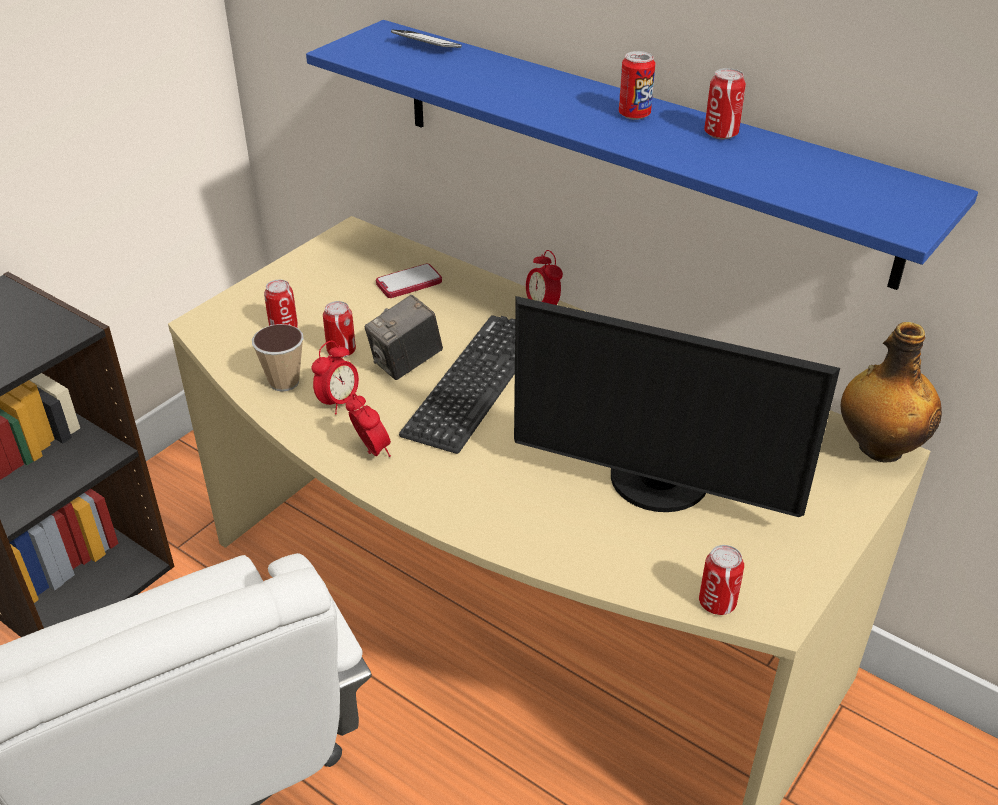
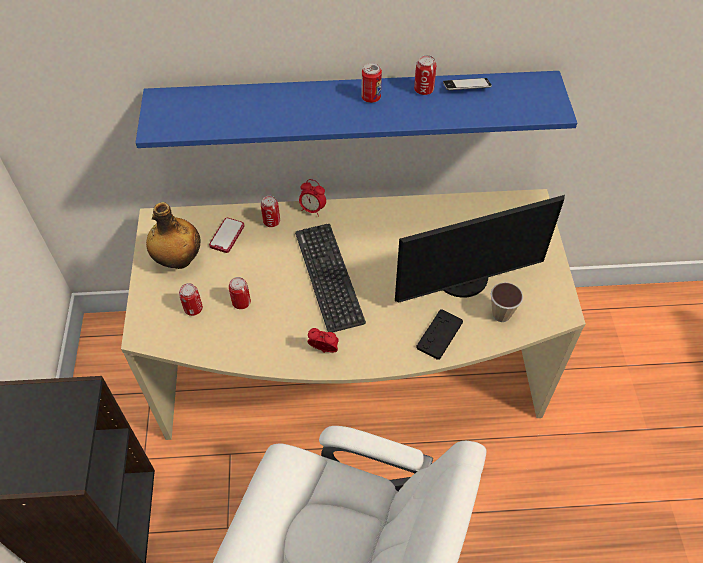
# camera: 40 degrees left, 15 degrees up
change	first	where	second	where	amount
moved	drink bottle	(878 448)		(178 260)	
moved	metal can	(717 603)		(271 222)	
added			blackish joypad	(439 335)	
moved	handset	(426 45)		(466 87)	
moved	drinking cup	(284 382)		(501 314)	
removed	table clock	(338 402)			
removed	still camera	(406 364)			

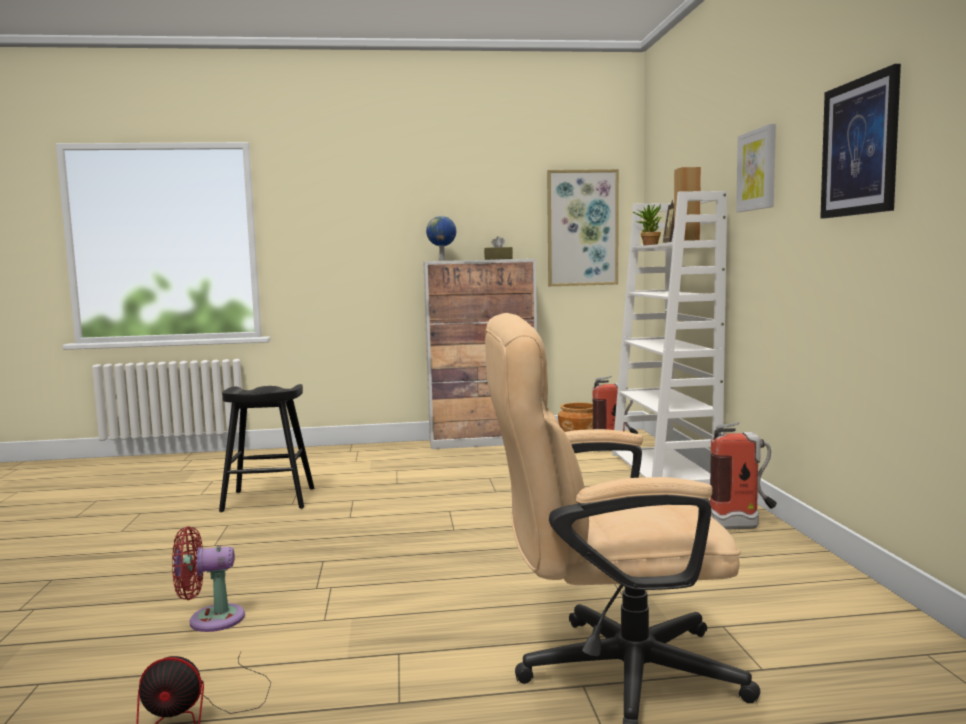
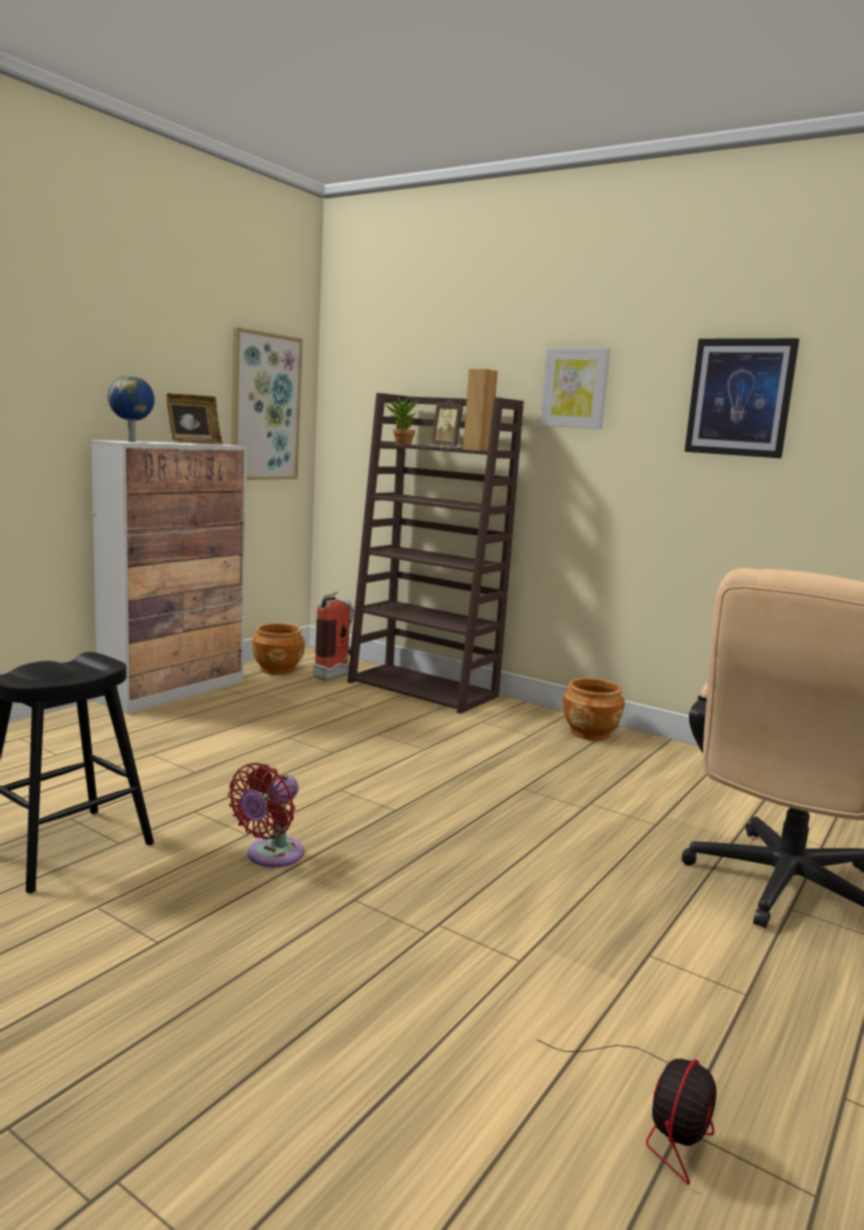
# camera: 50 degrees left, 5 degrees up
change	first	where	second	where	amount
replaced	brownish tissue holder	(498 259)	standing frame	(193 443)	
moved	red-coloured cooling fan	(210 619)		(271 856)	
recoloured	white-coloured bookshelf	(664 469)	brownish bookshelf	(424 689)	
replaced	fire extinguisher	(742 526)	brownish plant pot	(590 733)	

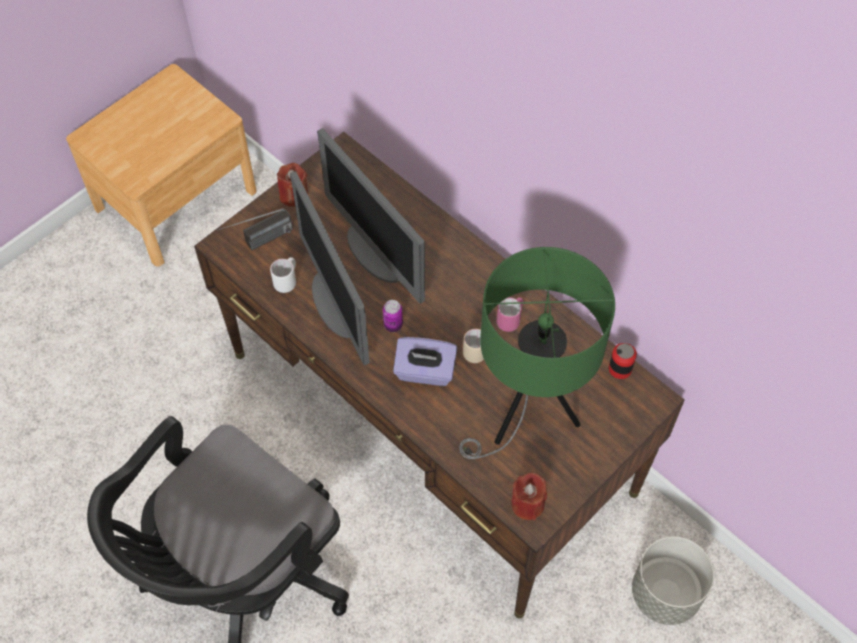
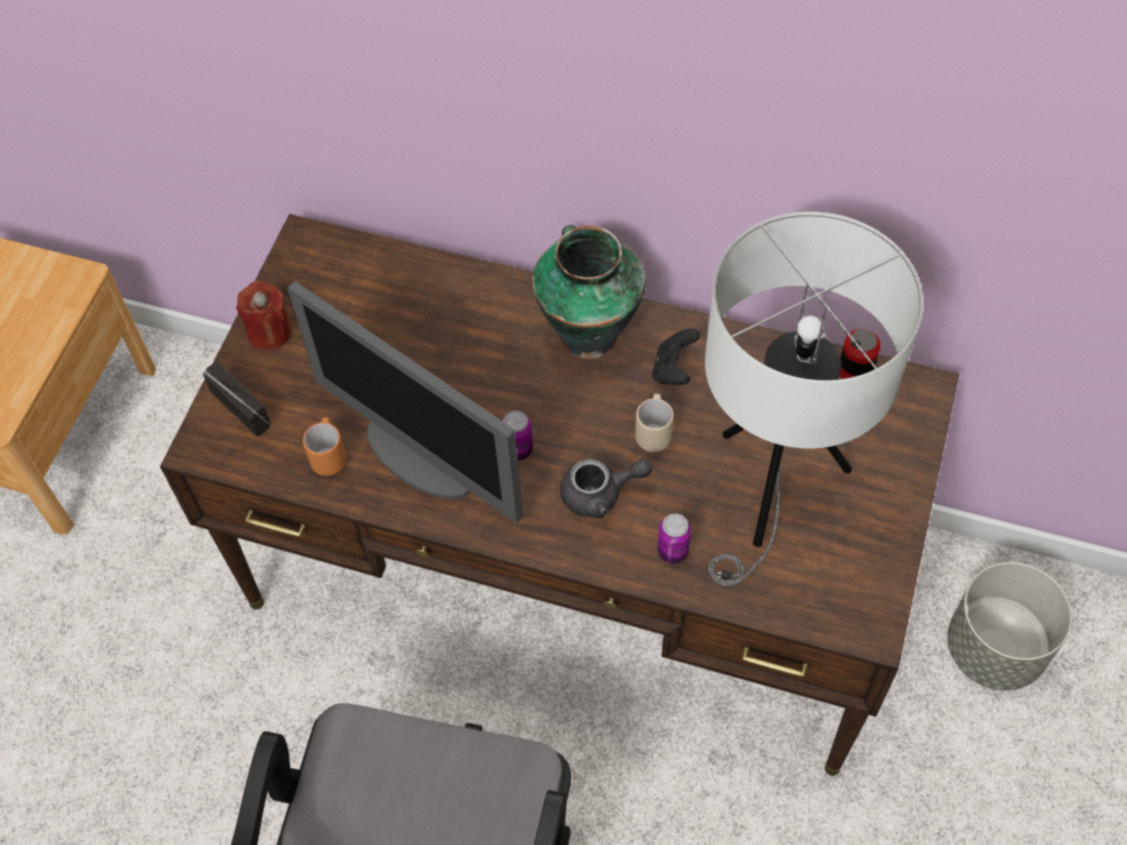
# camera: 25 degrees left, 0 degrees up
change	first	where	second	where	amount
turned	radio receiver	(258 242)		(255 420)	75 degrees counterclockwise
recoloured	white-coloured tea mug	(287 281)	orangey tea mug	(329 455)	
added			decorative vase	(588 331)	
replaced	purplish tissue holder	(425 372)	greyish tea pot	(601 494)	
replaced	pink tea mug	(510 319)	blackish joypad	(674 370)	
added			metal can	(672 551)	
recoloured	green table lamp	(525 416)	white-coloured table lamp	(772 490)	
removed	monitor	(375 254)			
removed	red-coloured candle	(527 504)			

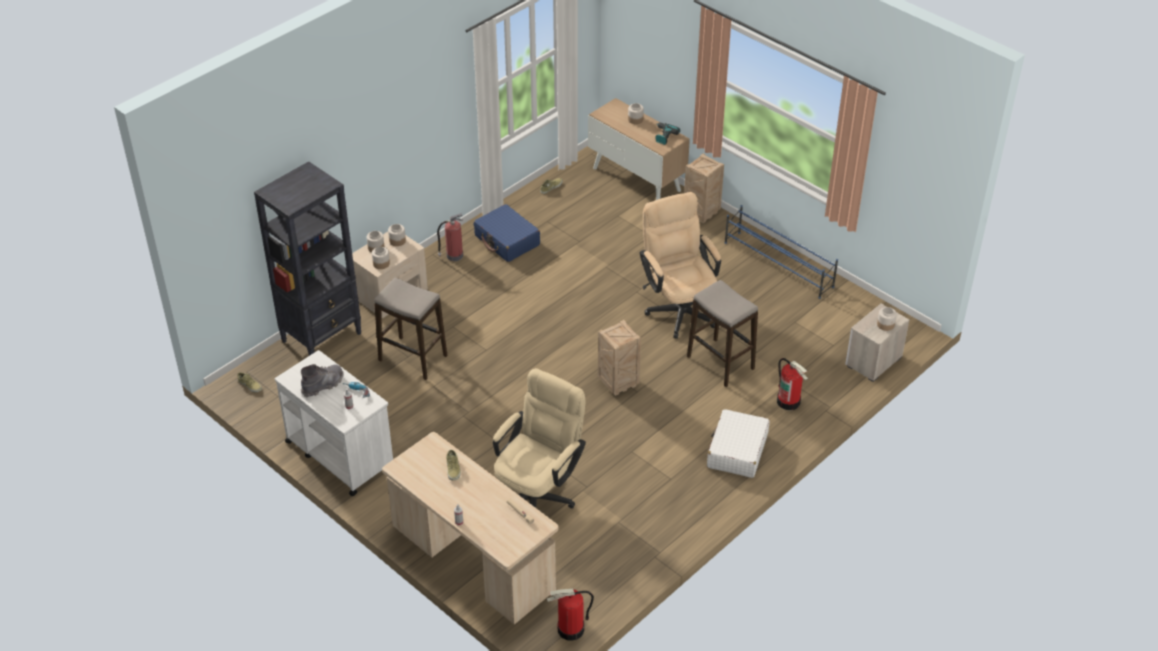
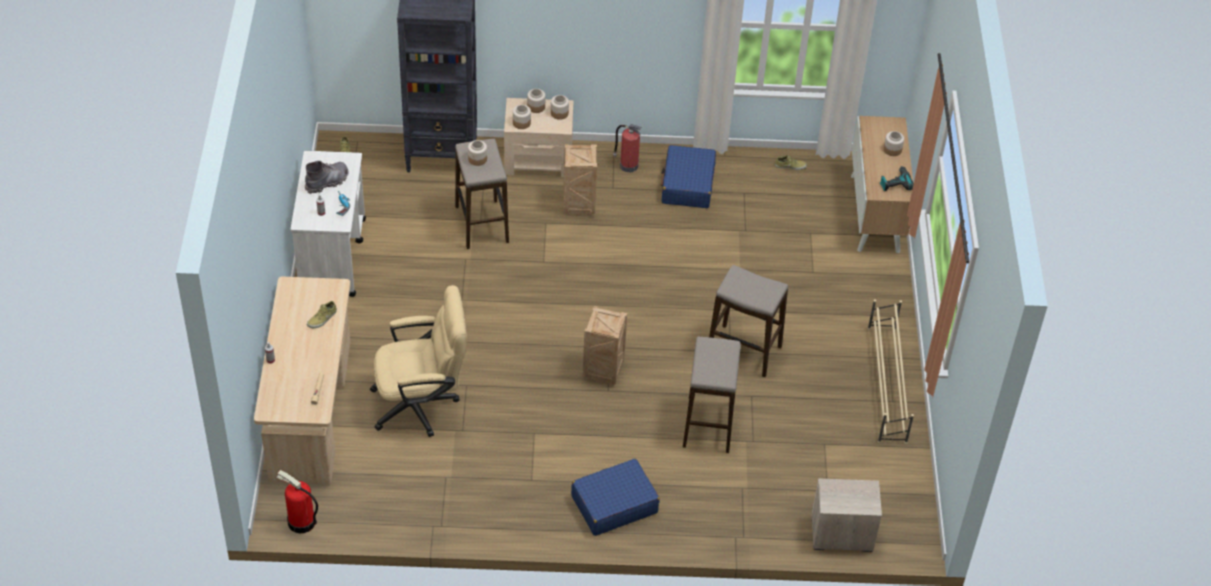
# camera: 45 degrees right, 5 degrees up
change	first	where	second	where	amount
turned	greyish boot	(323 385)		(327 182)	45 degrees counterclockwise
moved	jar	(886 325)		(477 159)	
moved	shipping crate	(701 212)		(579 205)	
recoloured	white-coloured piece of luggage	(737 451)	blue piece of luggage	(614 504)	
replaced	beige-coloured desk chair	(678 307)	stool	(743 351)	
recoloured	blue shoe rack	(778 265)	beige-coloured shoe rack	(886 385)	
removed	fire extinguisher	(789 401)			

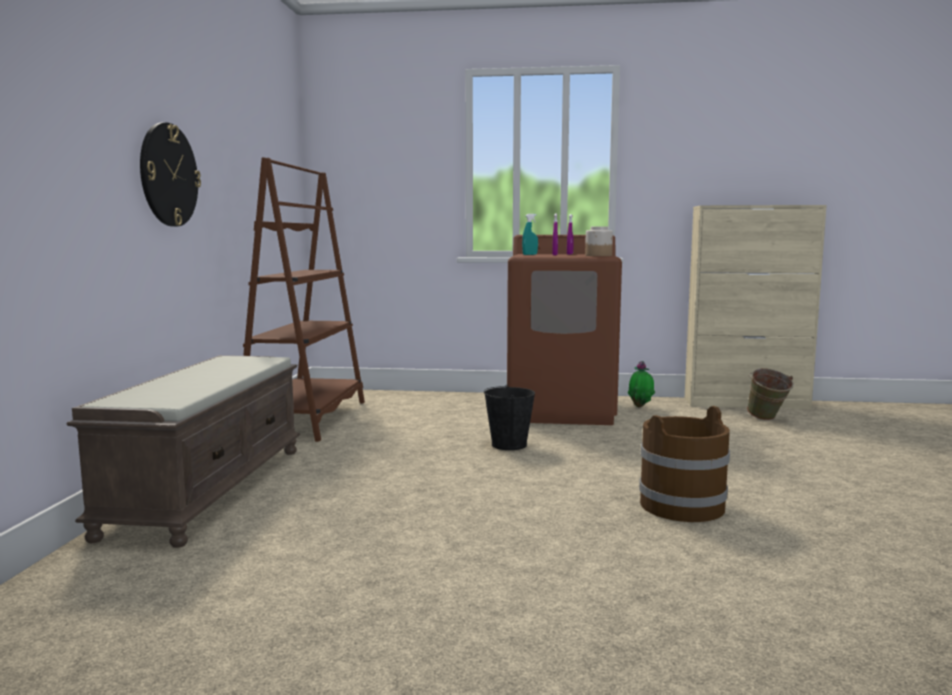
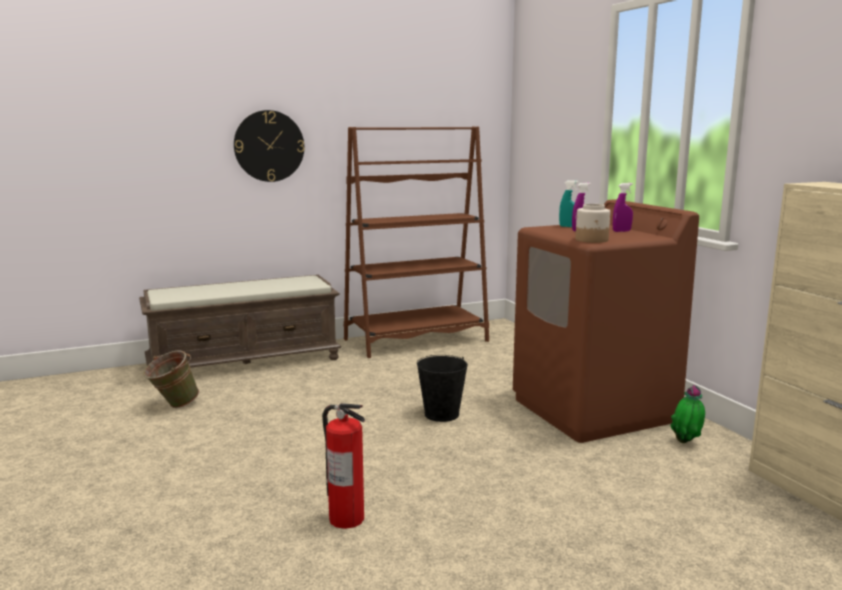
# camera: 60 degrees right, 5 degrees up
change	first	where	second	where	amount
moved	green water bucket	(766 419)		(173 406)	
replaced	brownish water bucket	(682 505)	fire extinguisher	(345 518)	

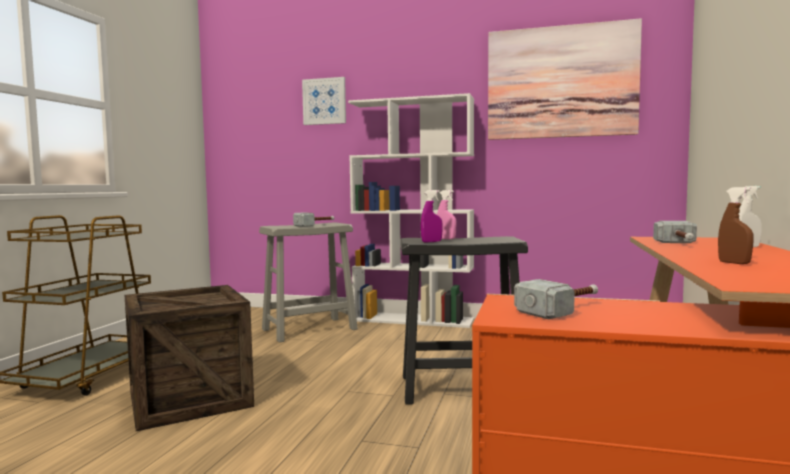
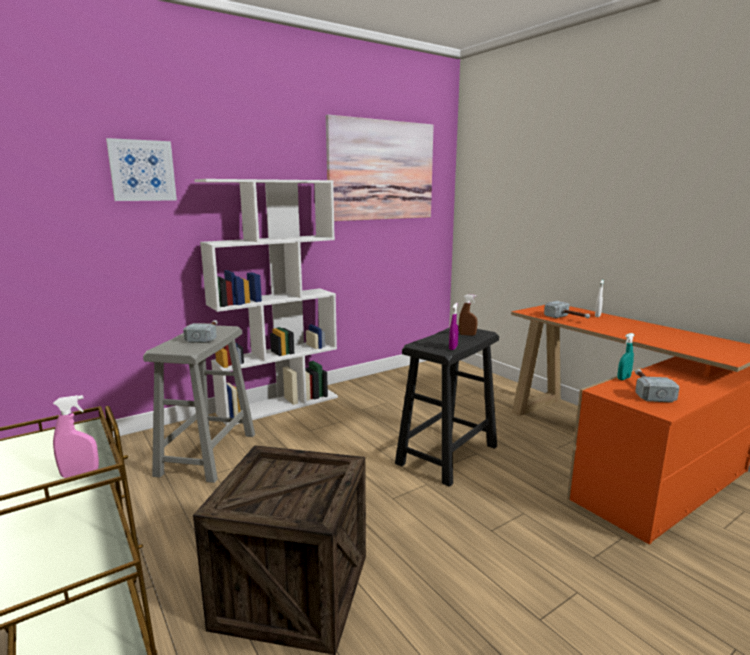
# camera: 50 degrees left, 10 degrees up
change	first	where	second	where	amount
moved	pink spray bottle	(446 239)		(80 474)	
moved	brownish spray bottle	(734 263)		(467 335)	
added			blue-green spray bottle	(623 378)	

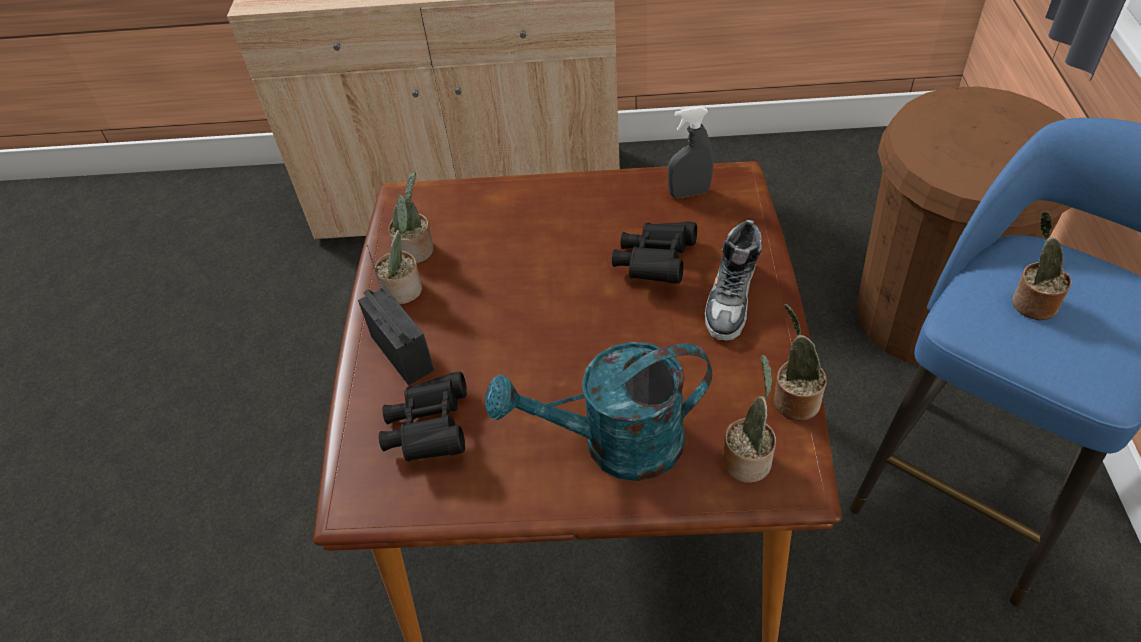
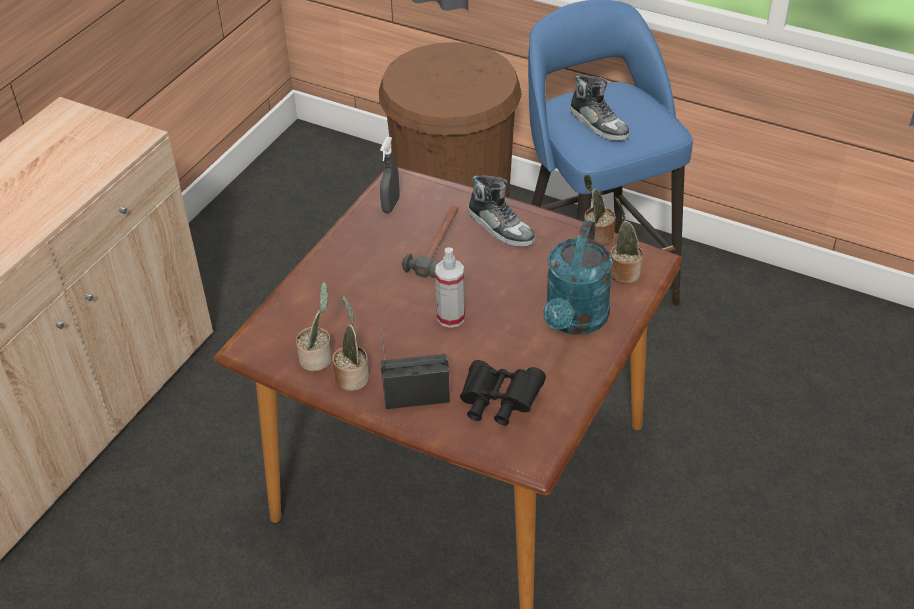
# camera: 65 degrees left, 5 degrees down
change	first	where	second	where	amount
replaced	blackish pair of binoculars	(655 264)	hand hammer	(441 246)	
added			spray bottle	(451 317)	
replaced	potted plant	(1030 303)	low shoe	(598 124)	

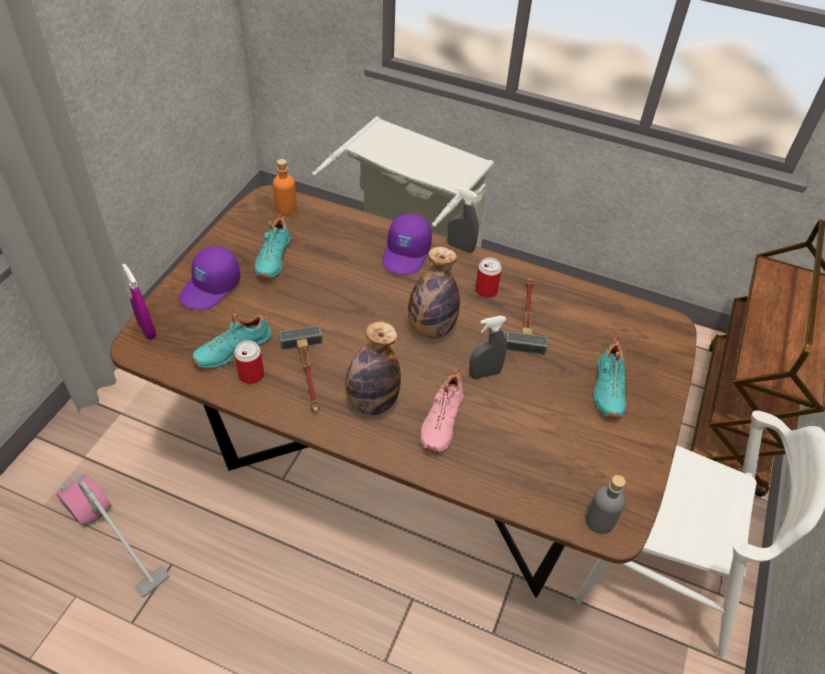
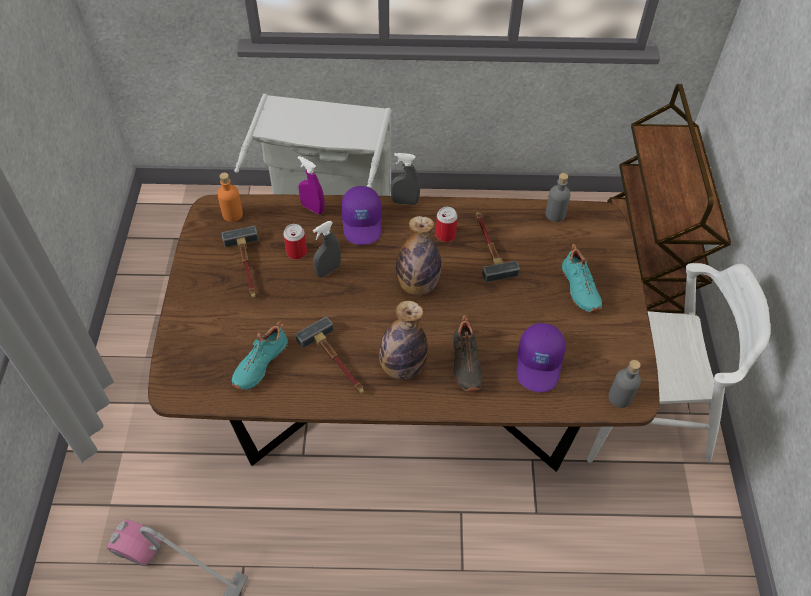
# camera: 20 degrees left, 5 degrees up
change	first	where	second	where	amount
replaced	blue-green low shoe	(272 258)	hand hammer	(247 267)	
moved	metal can	(251 375)		(296 252)	
moved	purplish spray bottle	(147 330)		(313 208)	
moved	greyish spray bottle	(484 374)		(328 270)	
recoloured	pink low shoe	(440 421)	blackish low shoe	(464 363)	
moved	purplish cap	(211 288)		(540 364)	
added			greyish drink bottle	(555 214)	

